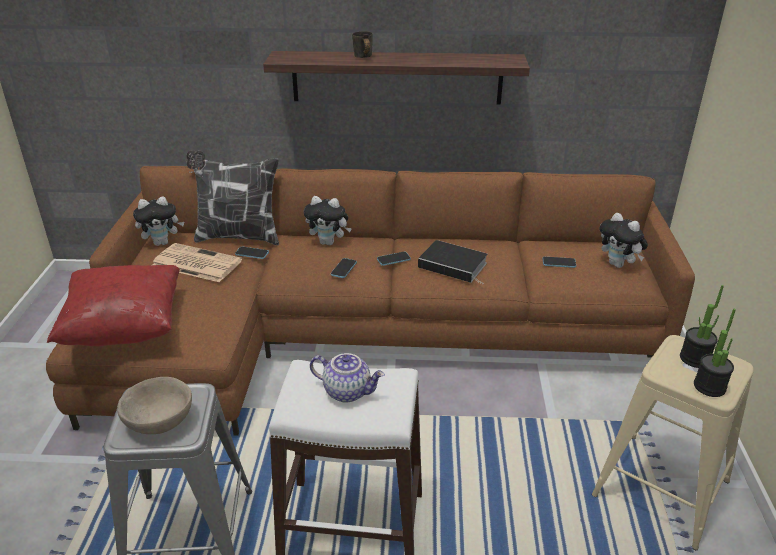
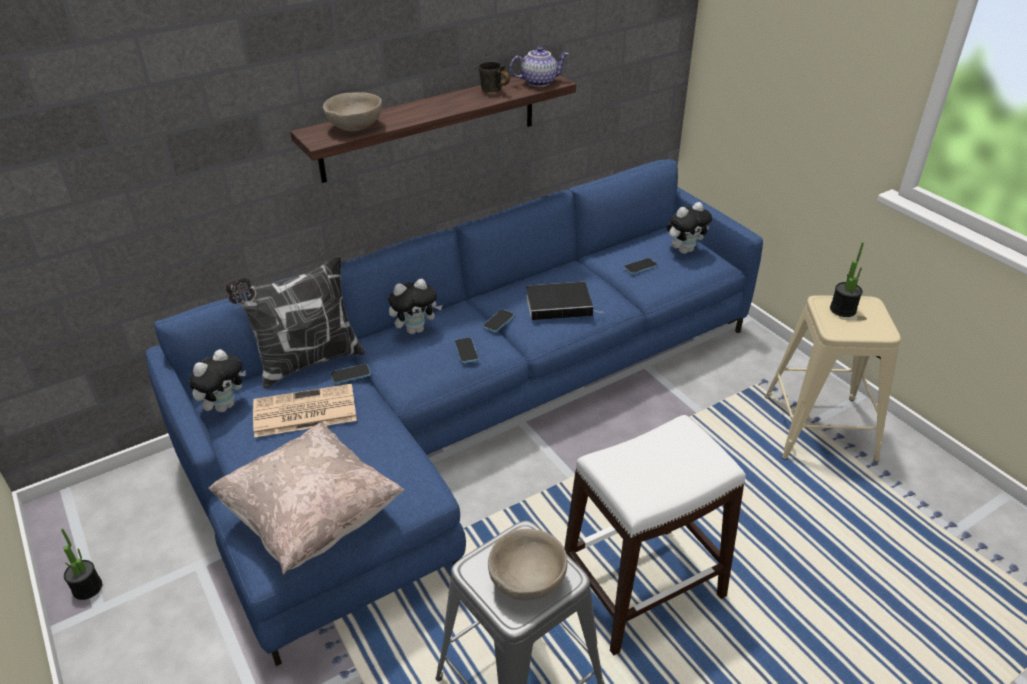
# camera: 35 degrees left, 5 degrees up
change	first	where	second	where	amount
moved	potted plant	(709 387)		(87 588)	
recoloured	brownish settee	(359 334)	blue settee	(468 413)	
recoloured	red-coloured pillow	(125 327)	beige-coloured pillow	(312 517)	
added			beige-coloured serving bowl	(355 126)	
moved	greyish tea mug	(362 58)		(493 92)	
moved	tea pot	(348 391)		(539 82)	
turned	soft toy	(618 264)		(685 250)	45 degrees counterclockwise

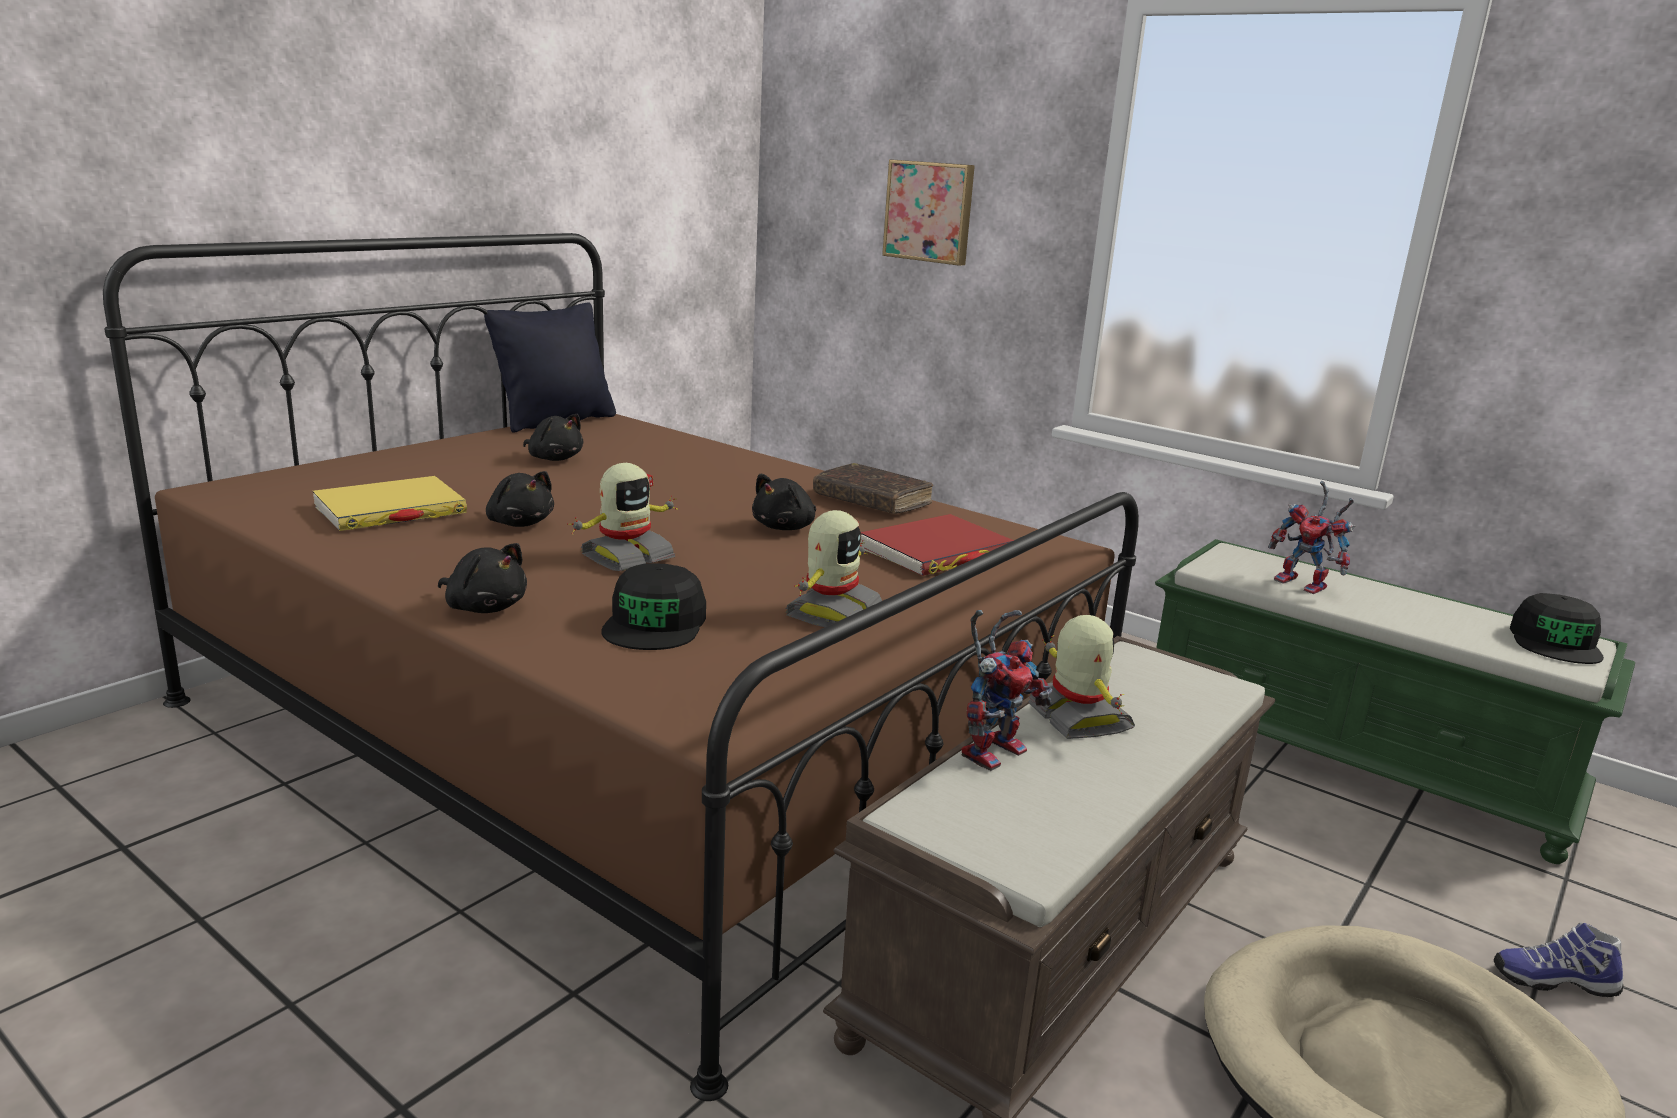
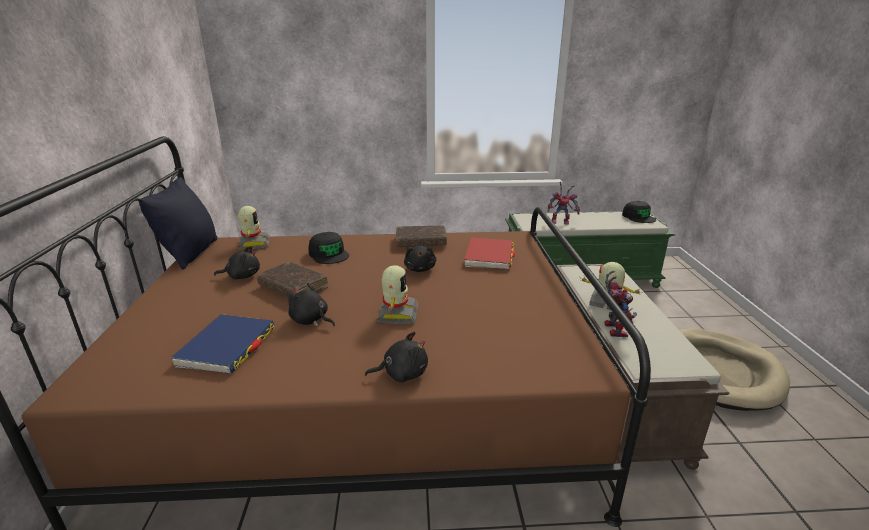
# camera: 40 degrees left, 5 degrees up
change	first	where	second	where	amount
recoloured	yellowish book	(390 511)	blue book	(227 347)	
moved	robot figure	(832 613)		(253 244)	
added			brownish book	(293 287)	
turned	blackish soft toy	(519 523)		(311 320)	150 degrees counterclockwise
moved	blackish cap	(655 624)		(329 254)	
removed	wall art	(930 211)			
removed	low shoe	(1553 980)			

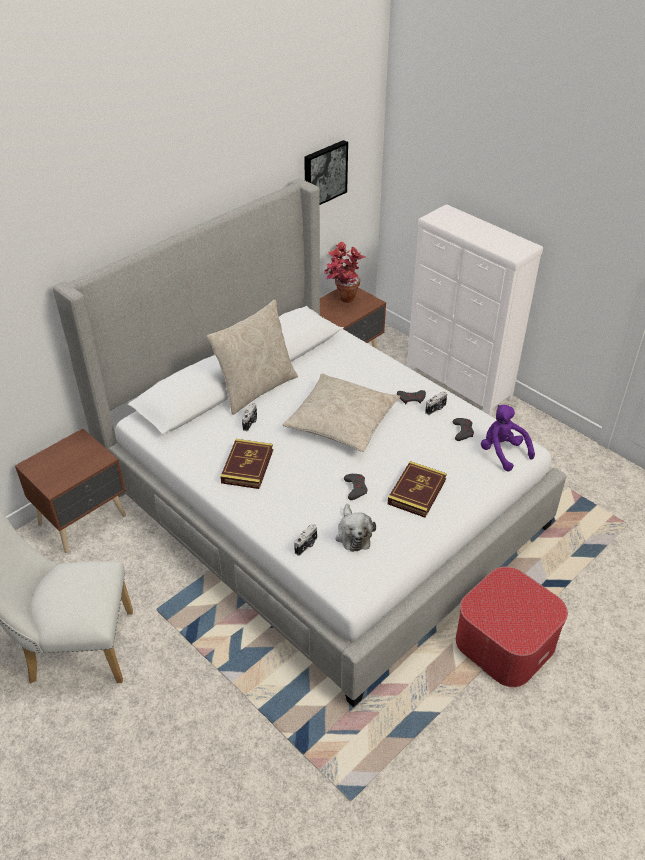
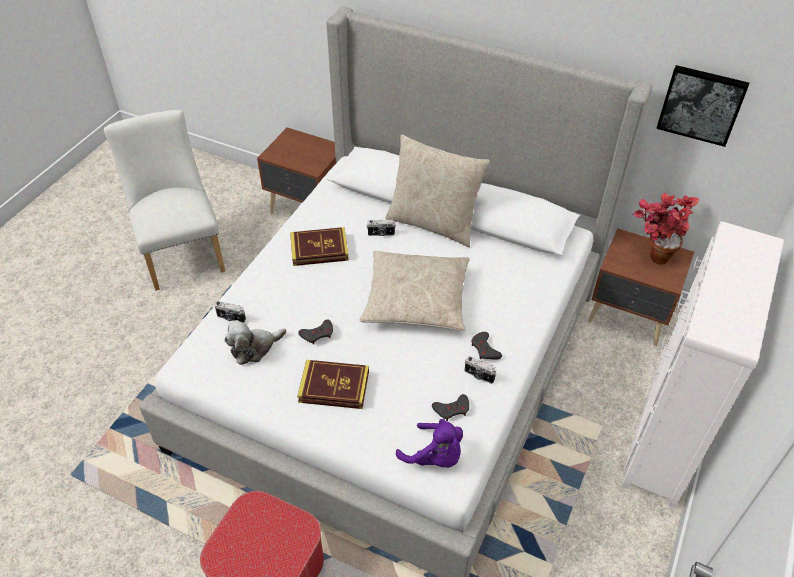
# camera: 70 degrees right, 5 degrees up
change	first	where	second	where	amount
turned	purplish soft toy	(502 452)		(434 457)	90 degrees clockwise

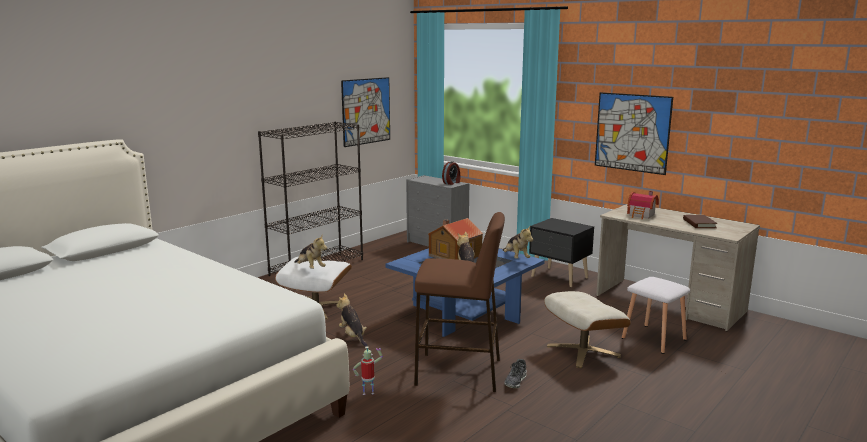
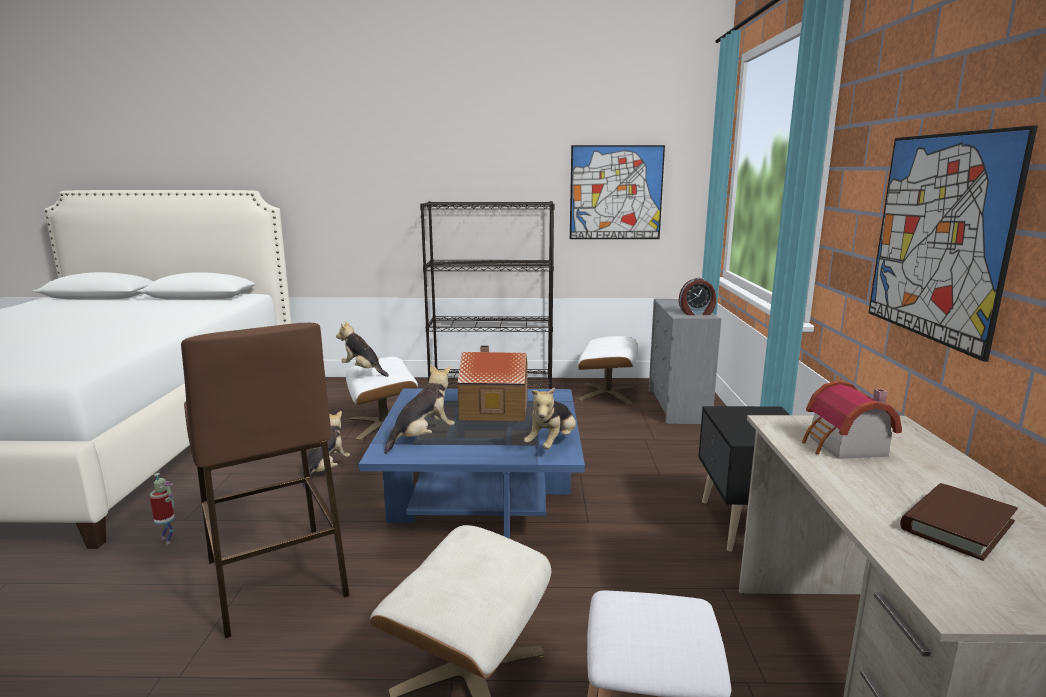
# camera: 50 degrees right, 0 degrees up
change	first	where	second	where	amount
turned	soft toy	(310 268)		(363 370)	120 degrees clockwise
added			white-coloured footrest	(607 394)	
removed	low shoe	(516 381)			

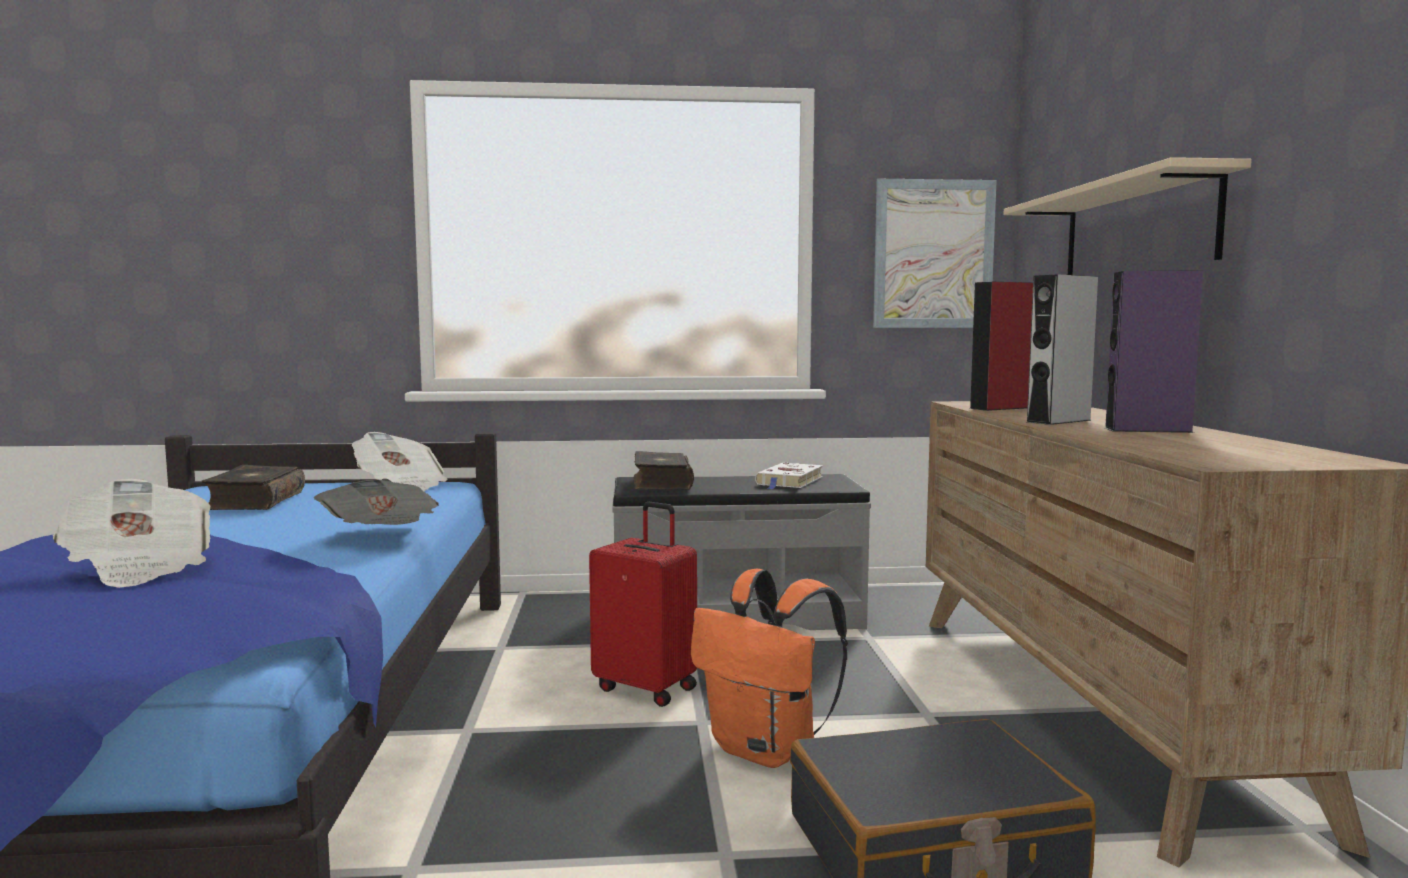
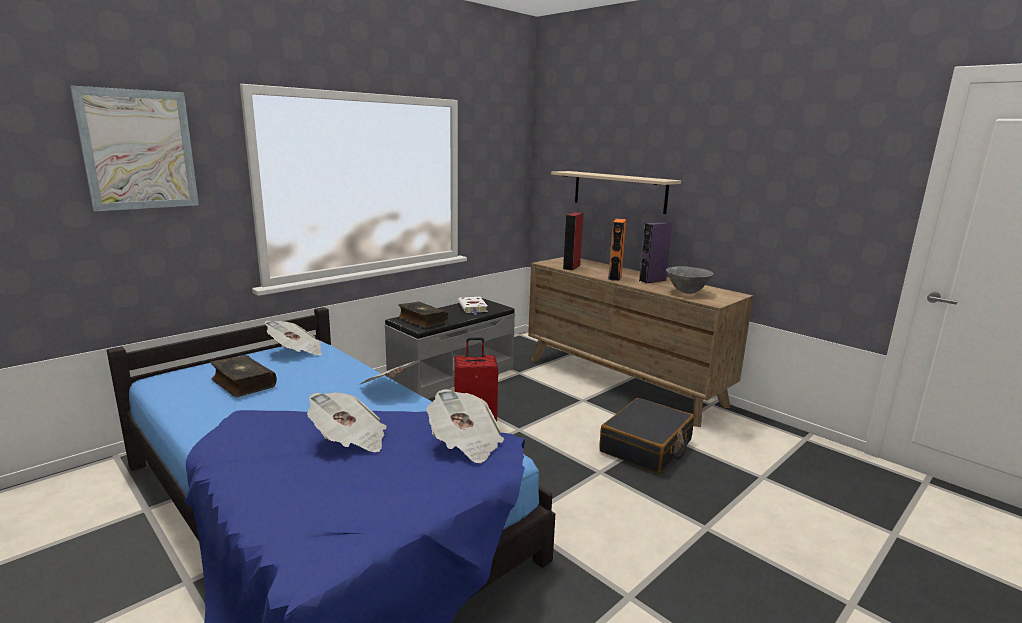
# camera: 40 degrees left, 10 degrees up
change	first	where	second	where	amount
moved	wall art	(933 254)		(139 150)	
added			daily paper	(465 443)	
recoloured	greyish speaker	(1058 421)	orangey speaker	(615 277)	
added			greyish serving bowl	(687 292)	
removed	orangey rucksack	(767 751)			

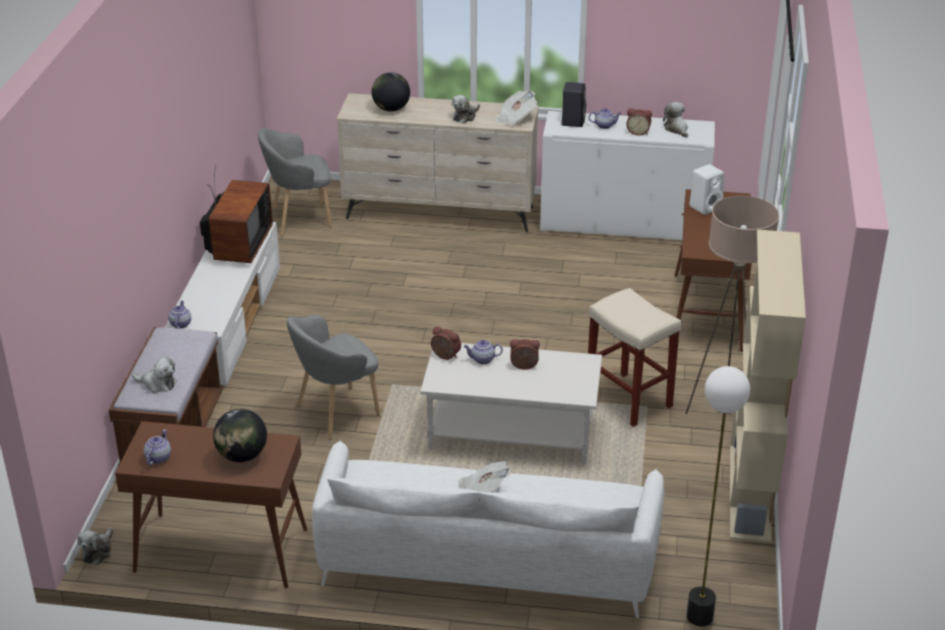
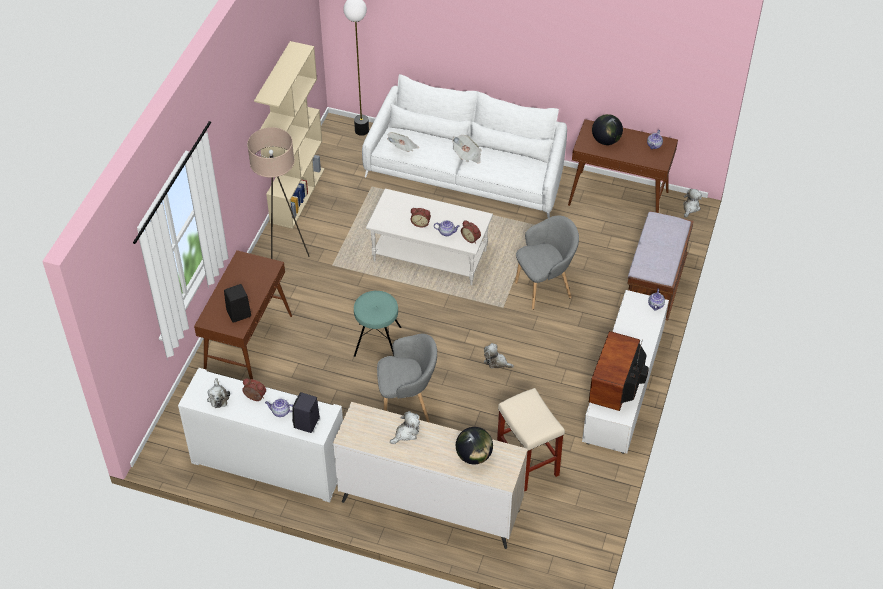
# camera: 170 degrees left, 15 degrees up
change	first	where	second	where	amount
recoloured	white-coloured speaker	(706 207)	blackish speaker	(238 314)	
added			blue-green stool	(377 341)	
moved	greyish lounge chair	(299 219)		(407 404)	
moved	daily paper	(515 118)		(403 148)	
moved	soft toy	(157 384)		(496 362)	
moved	beige-coloured stool	(630 400)		(526 463)	

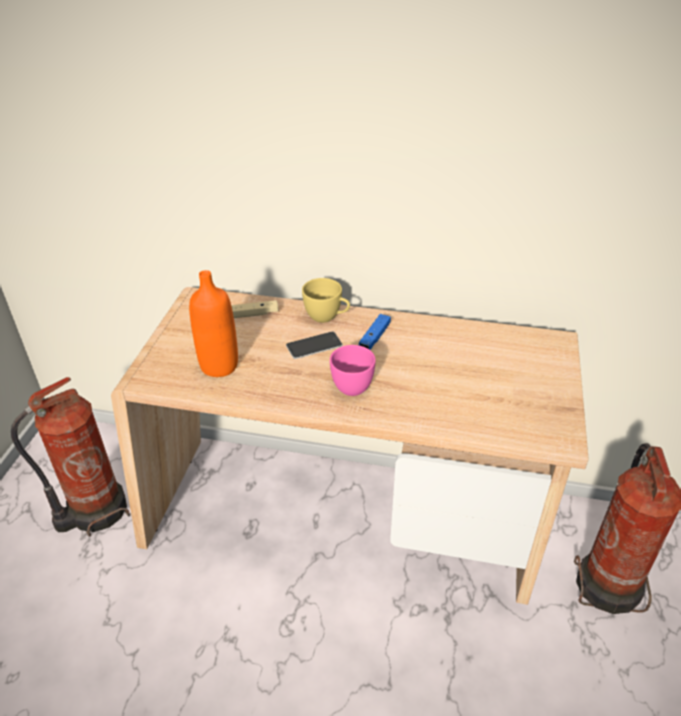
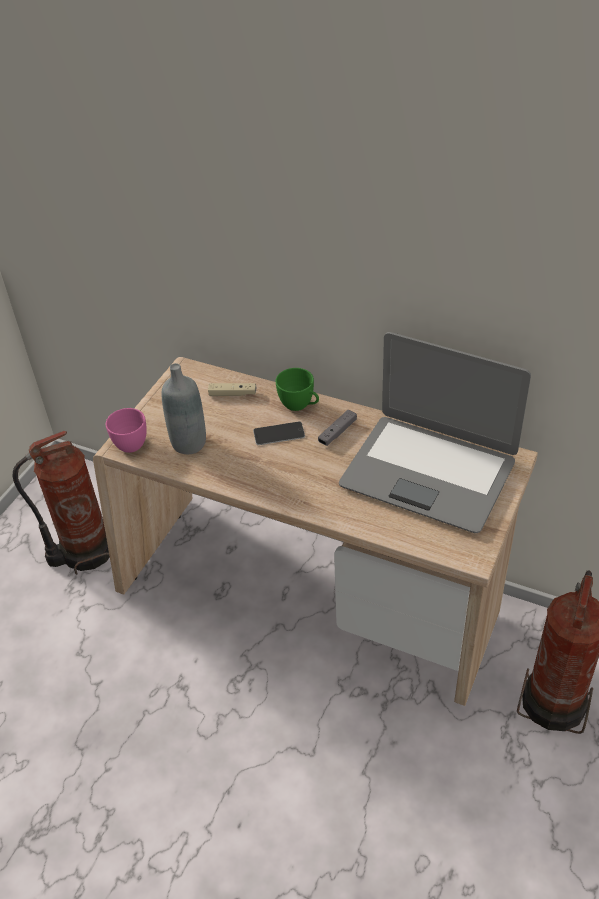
# camera: 15 degrees right, 5 degrees up
change	first	where	second	where	amount
moved	pink drinking cup	(351 384)		(131 441)	
recoloured	orangey drink bottle	(219 366)	greyish drink bottle	(189 443)	
recoloured	yellowish drinking cup	(327 317)	green drinking cup	(300 405)	
recoloured	blue joypad	(374 337)	greyish joypad	(337 432)	
added			laptop	(428 472)	

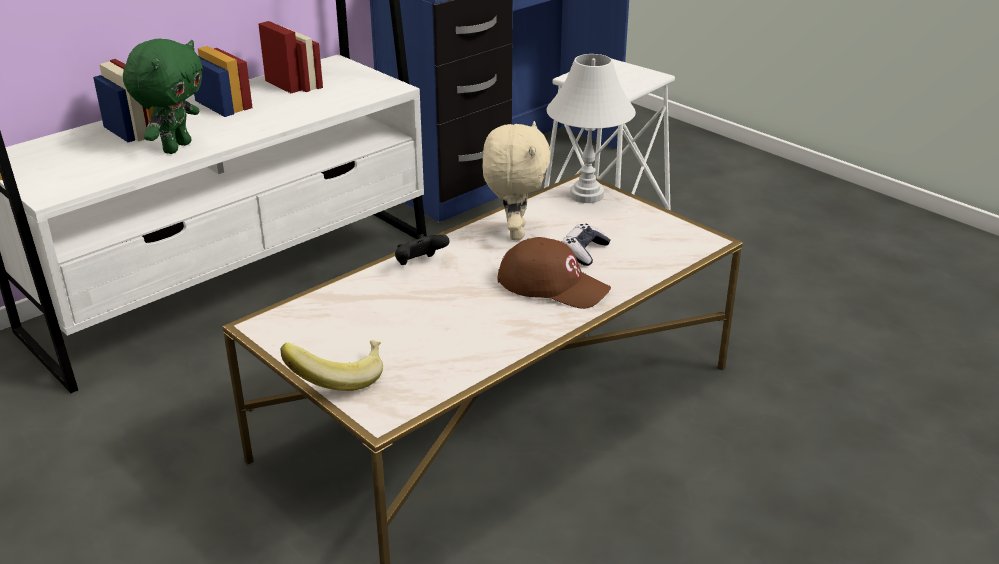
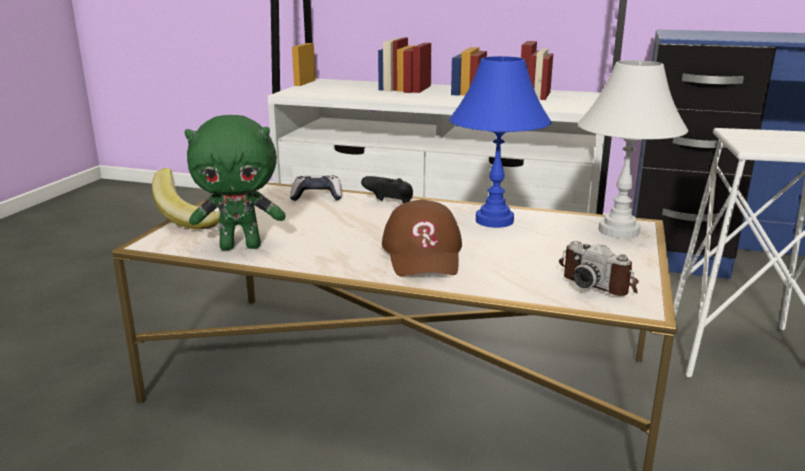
# camera: 60 degrees right, 10 degrees down
change	first	where	second	where	amount
moved	green soft toy	(176 147)		(241 246)	
moved	joypad	(584 252)		(317 196)	
replaced	beige-coloured soft toy	(514 232)	blue table lamp	(494 221)	
added			still camera	(600 282)	

